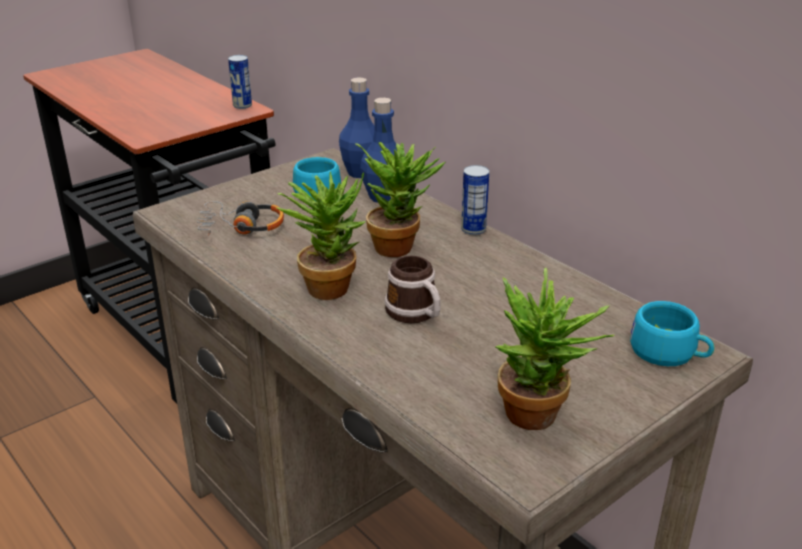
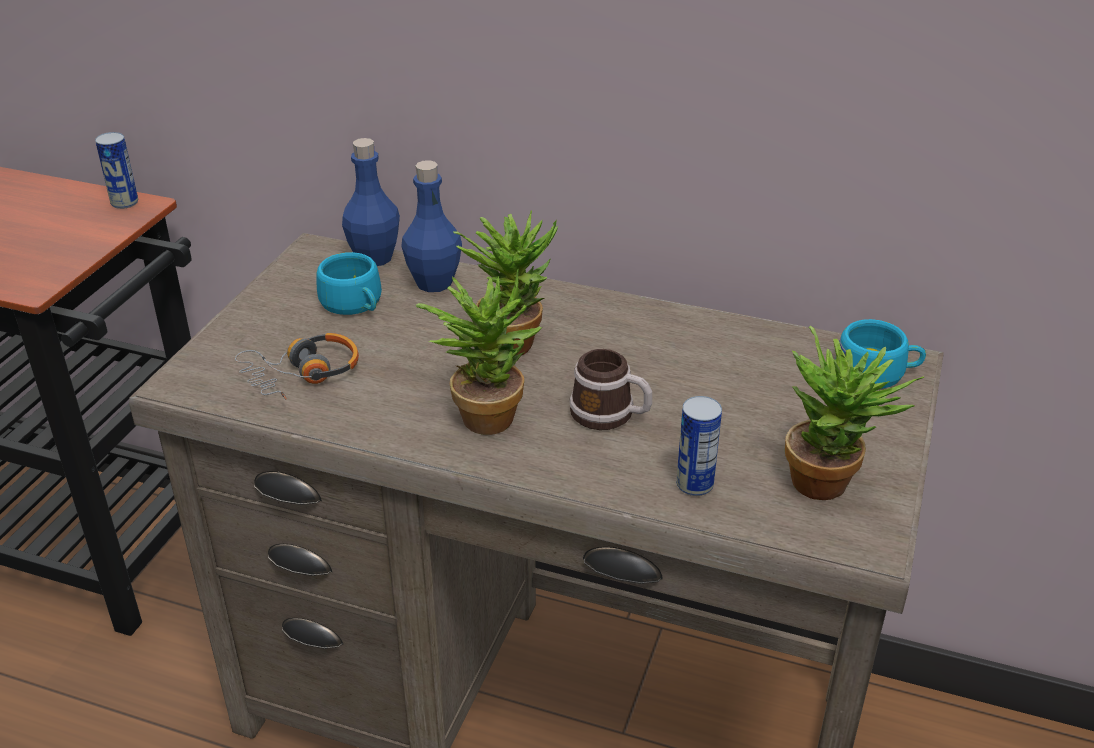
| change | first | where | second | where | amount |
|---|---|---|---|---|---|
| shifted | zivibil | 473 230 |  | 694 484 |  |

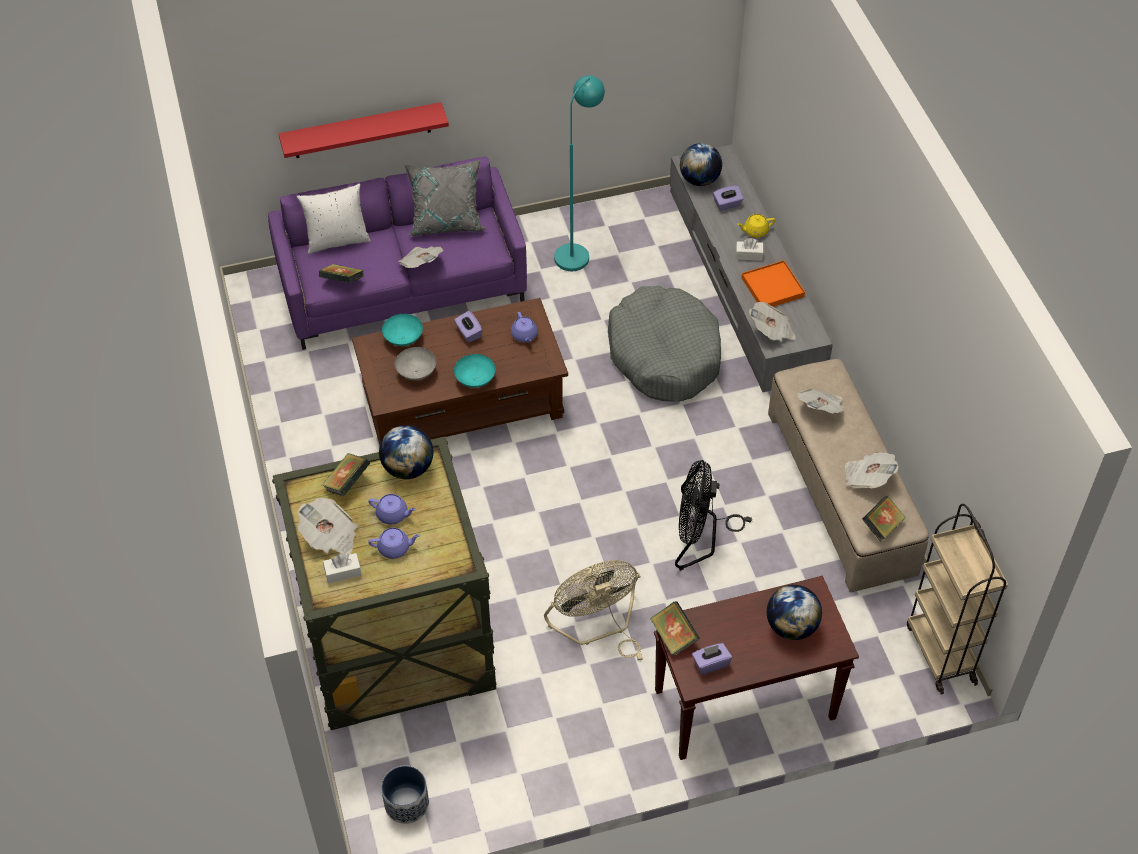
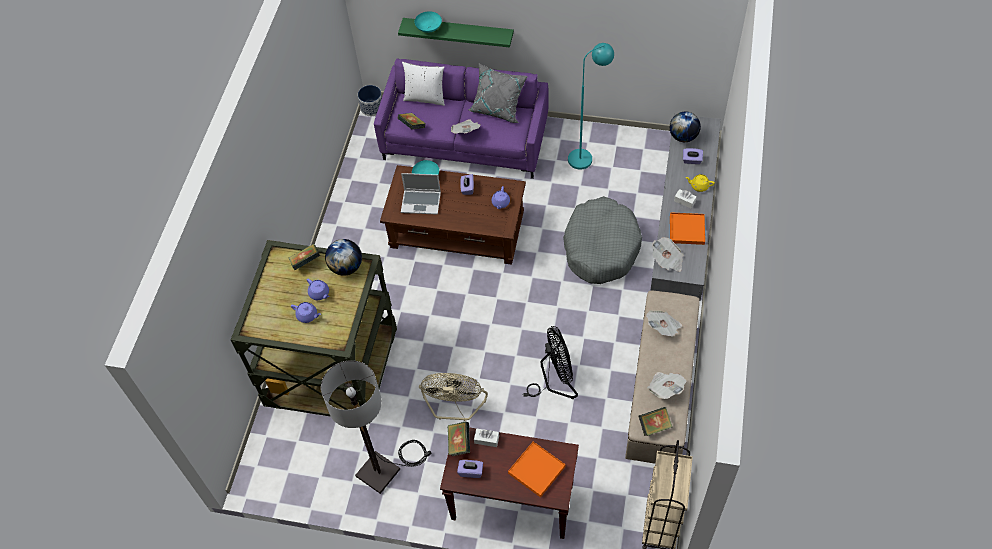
| change | first | where | second | where | amount |
|---|---|---|---|---|---|
| gone | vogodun | 330 537 |  |  |  |
| new |  |  | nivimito | 388 467 |  |
| shifted | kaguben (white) | 343 572 |  | 486 439 |  |
| shifted | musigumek | 407 803 |  | 372 108 |  |
| shifted | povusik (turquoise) | 475 379 |  | 429 28 |  |
| swapped | povusik (grey) | 417 372 | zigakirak | 421 202 |  |
| swapped | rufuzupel | 791 626 | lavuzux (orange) | 536 470 |  |
| repainted | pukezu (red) | 362 131 | pukezu (green) | 458 32 |  |
| rotated | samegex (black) | 701 532 |  | 553 376 | 135 degrees clockwise |

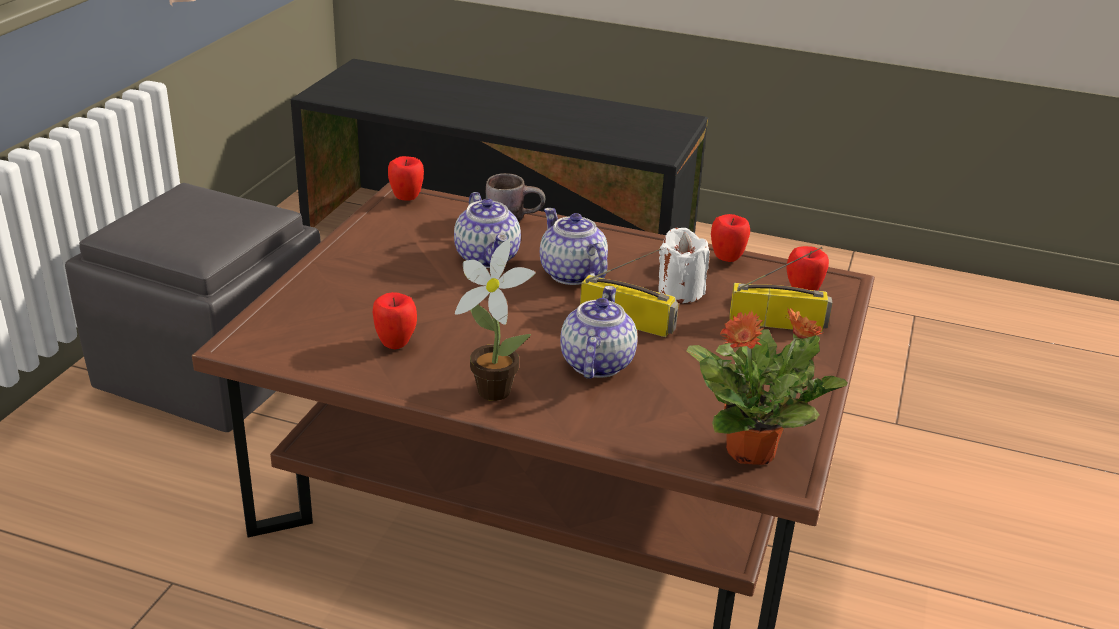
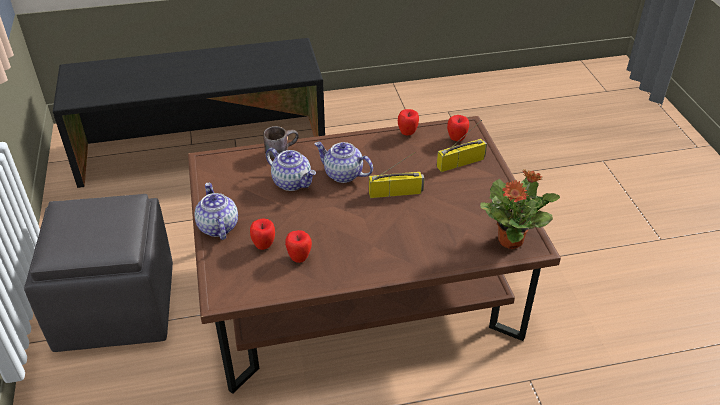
| change | first | where | second | where | amount |
|---|---|---|---|---|---|
| gone | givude | 491 388 |  |  |  |
| gone | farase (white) | 680 291 |  |  |  |
| shifted | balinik | 406 198 |  | 264 246 |  |
| shifted | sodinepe | 595 363 |  | 217 227 |  |

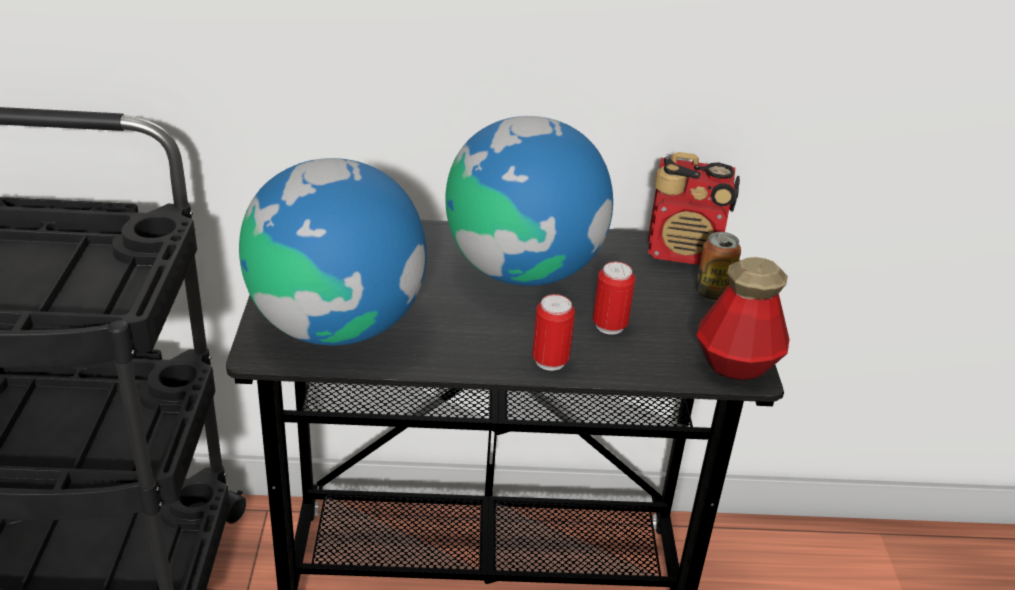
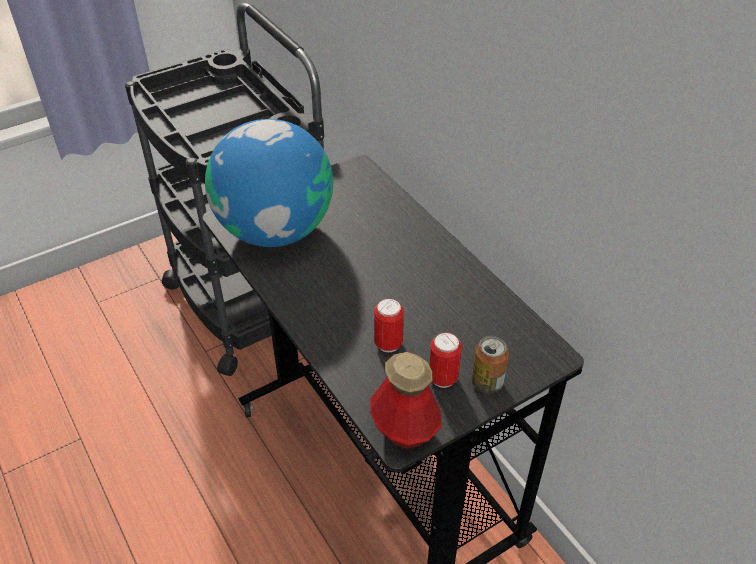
| change | first | where | second | where | amount |
|---|---|---|---|---|---|
| gone | rufuzupel | 523 270 |  |  |  |
| gone | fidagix | 684 252 |  |  |  |
| shifted | zivibil | 550 361 |  | 443 378 |  |

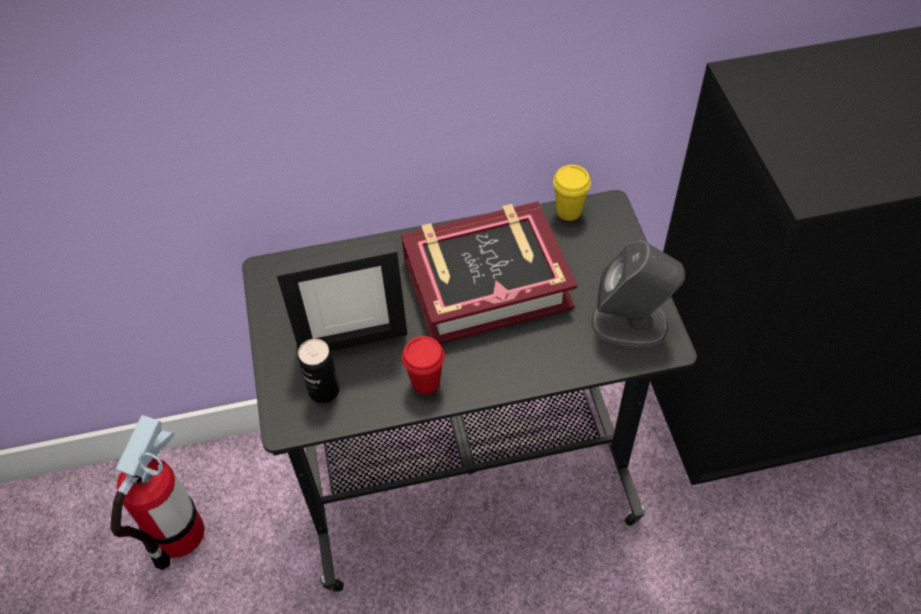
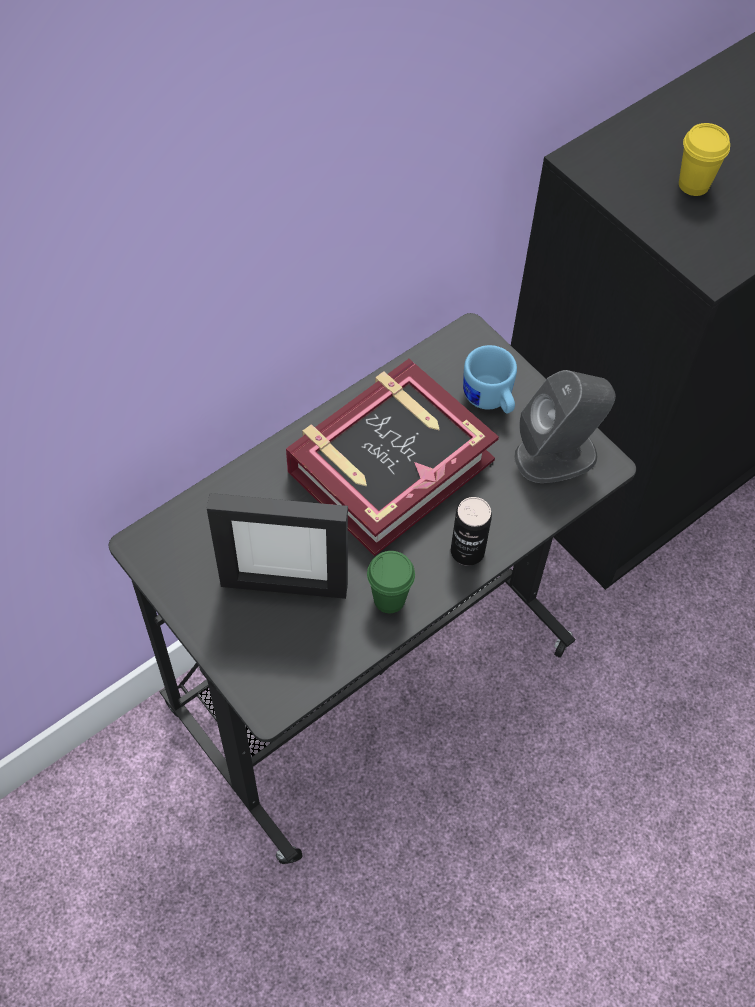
| change | first | where | second | where | amount |
|---|---|---|---|---|---|
| gone | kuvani | 178 534 |  |  |  |
| new |  |  | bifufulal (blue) | 490 400 |  |
| shifted | zivibil | 324 391 |  | 467 551 |  |
| shifted | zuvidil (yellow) | 568 211 |  | 693 185 |  |
| repainted | zuvidil (red) | 425 382 | zuvidil (green) | 389 599 |  |
| rotated | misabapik | 352 338 |  | 284 582 | 45 degrees clockwise |

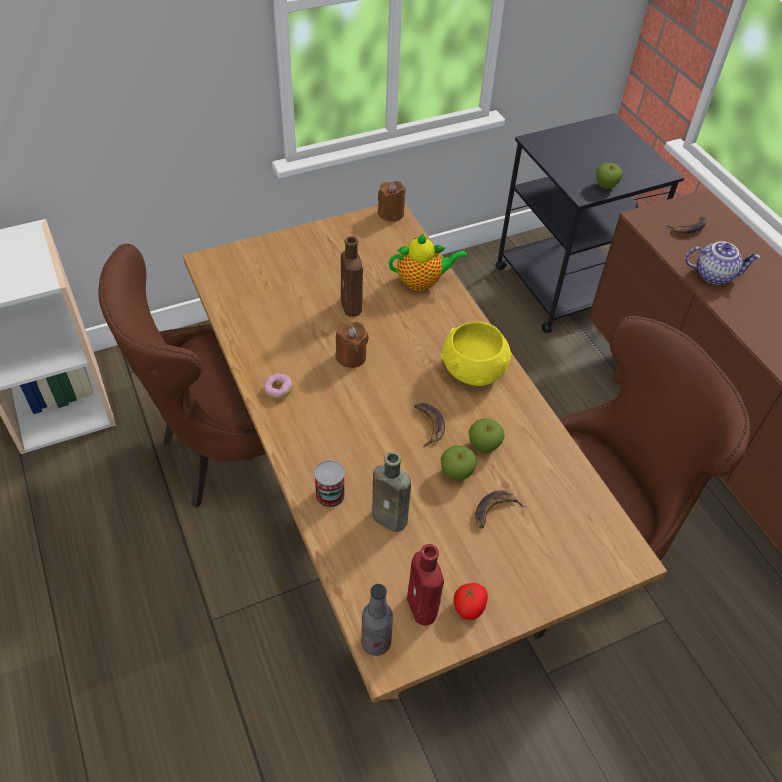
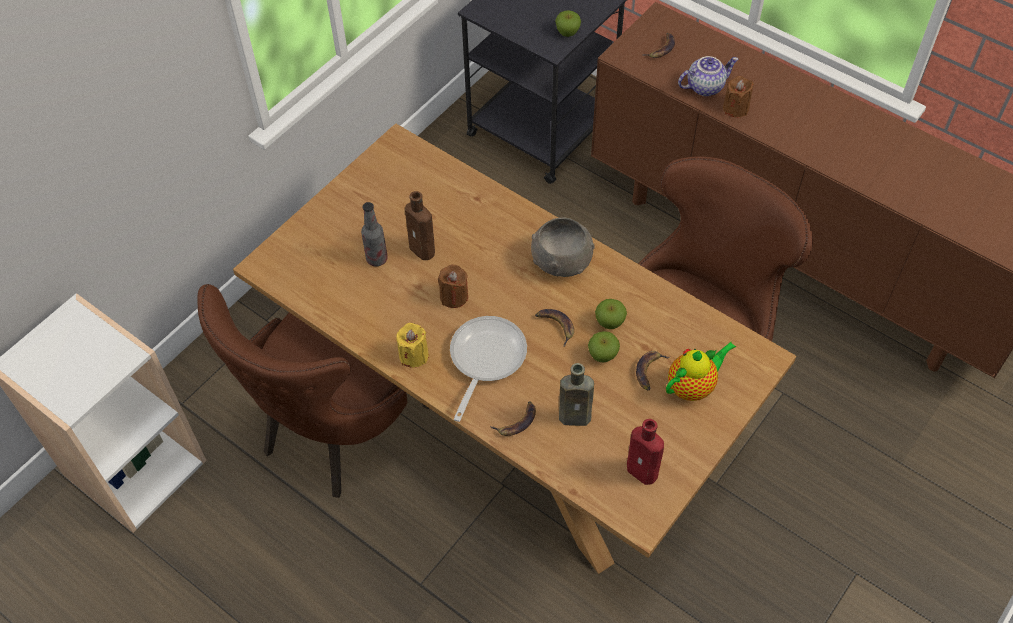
| change | first | where | second | where | amount |
|---|---|---|---|---|---|
| gone | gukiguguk | 469 607 |  |  |  |
| new |  |  | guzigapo | 485 359 |  |
| shifted | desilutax | 376 642 |  | 377 259 |  |
| shifted | farase (brown) | 391 213 |  | 735 108 |  |
| shifted | sodinepe | 422 282 |  | 693 386 |  |
| swapped | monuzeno | 278 390 | farase (yellow) | 413 355 |  |
| swapped | zivibil | 330 495 | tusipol | 517 422 |  |
| repainted | povusik (yellow) | 473 370 | povusik (grey) | 561 261 |  |

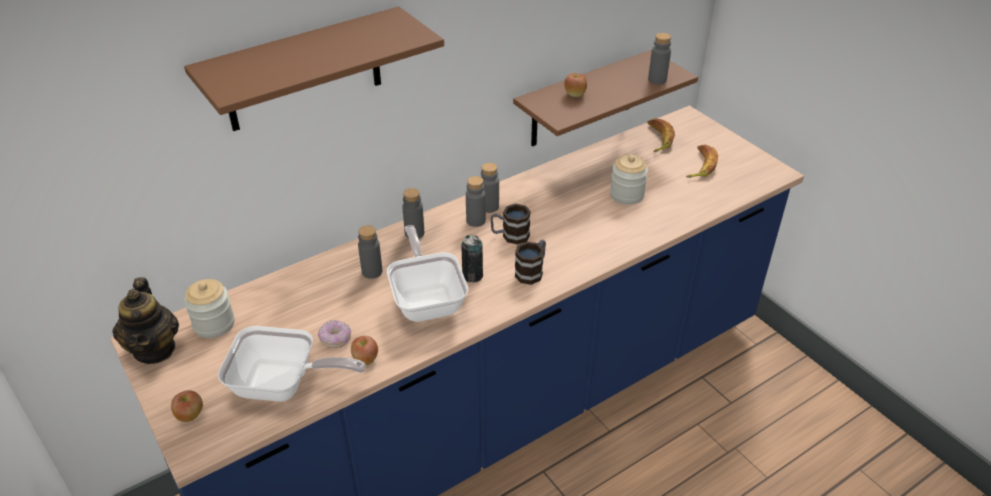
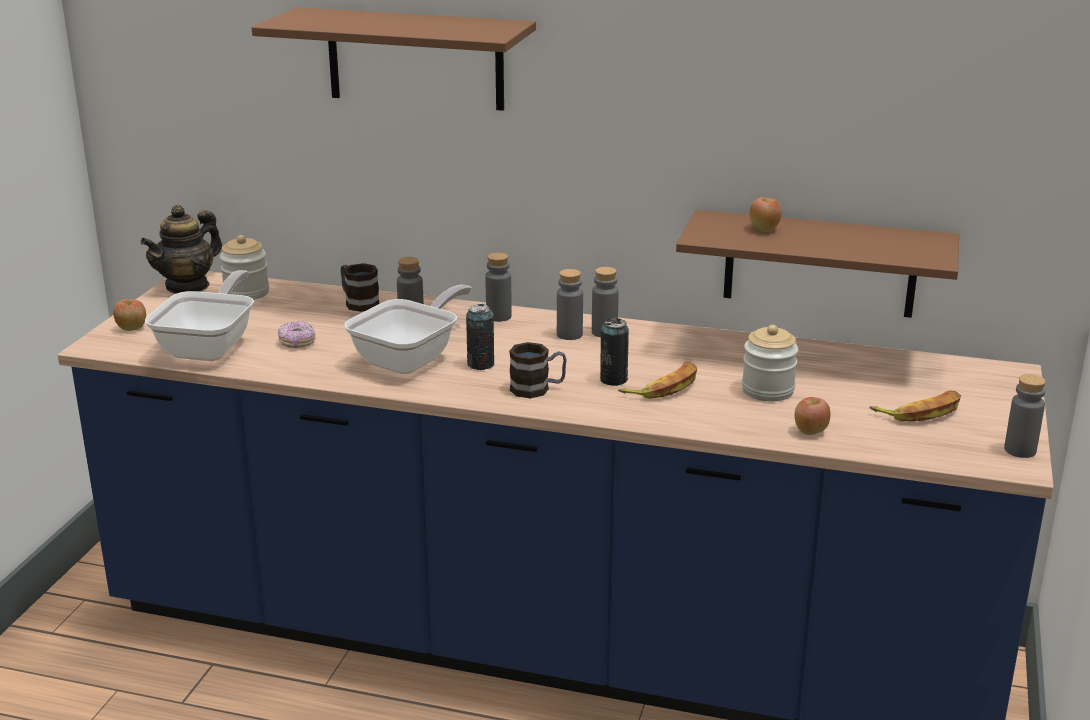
| change | first | where | second | where | amount |
|---|---|---|---|---|---|
| new |  |  | zivibil | 613 380 |  |
| shifted | balinik | 365 360 |  | 810 431 |  |
| shifted | bifufulal | 510 235 |  | 358 302 |  |
| shifted | tusipol | 657 139 |  | 663 387 |  |
| shifted | desilutax (grey) | 657 80 |  | 1020 450 |  |
| rotated | guzigapo | 283 385 |  | 211 346 | 135 degrees counterclockwise |

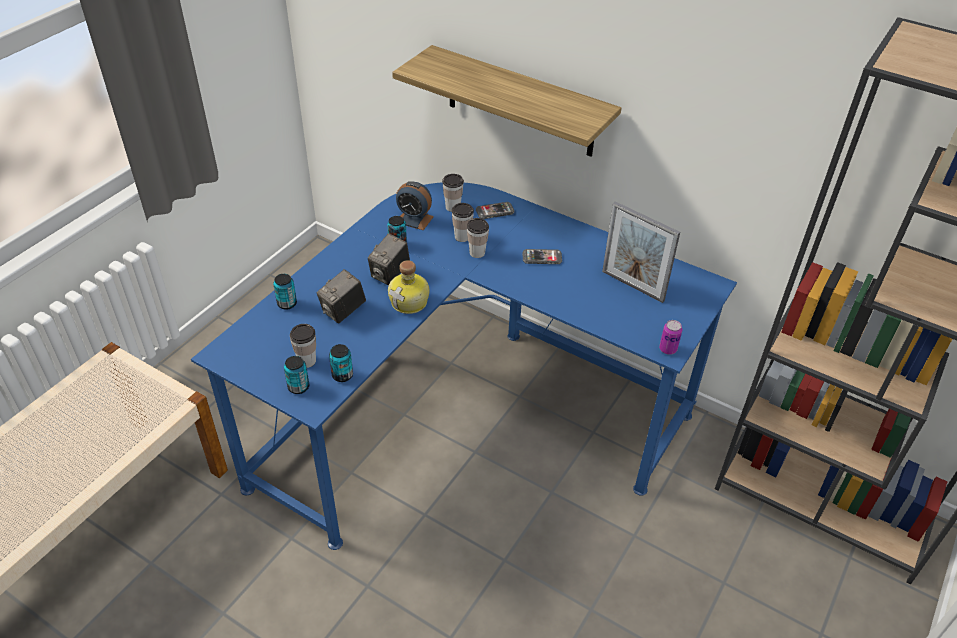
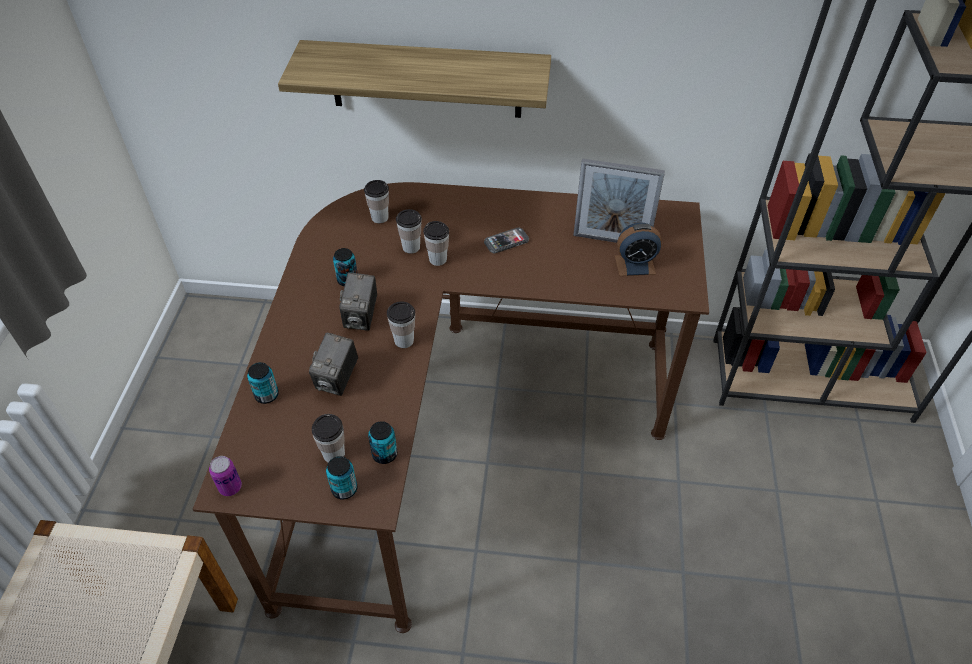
| change | first | where | second | where | amount |
|---|---|---|---|---|---|
| gone | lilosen | 495 211 |  |  |  |
| shifted | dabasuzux | 414 219 |  | 635 265 |  |
| shifted | zivibil | 668 349 |  | 230 487 |  |
| swapped | desilutax | 410 302 | zuvidil | 404 340 |  |
| repainted | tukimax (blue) | 464 412 | tukimax (brown) | 453 425 |  |

